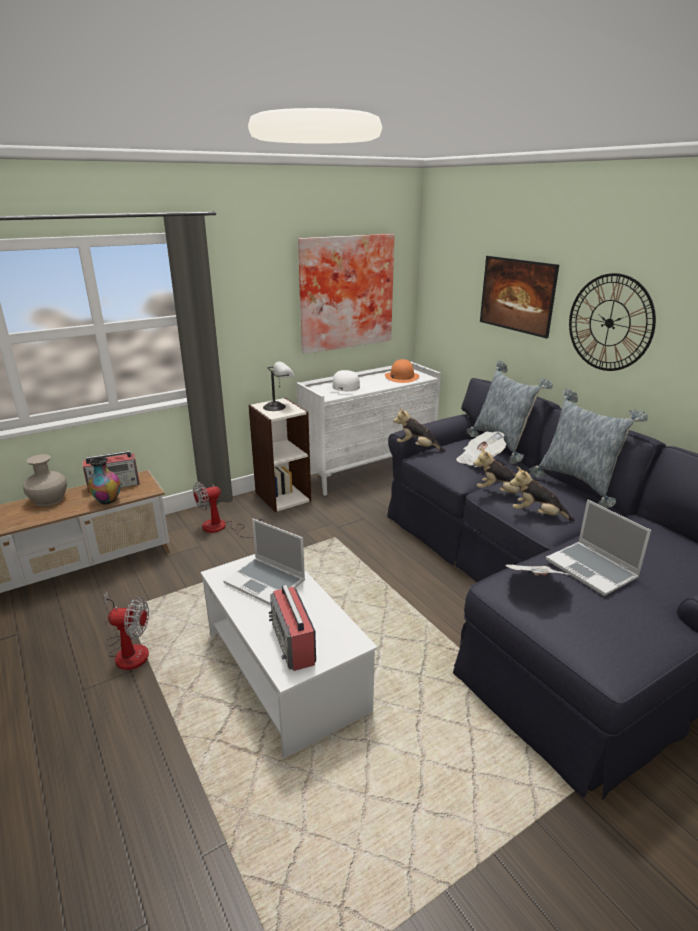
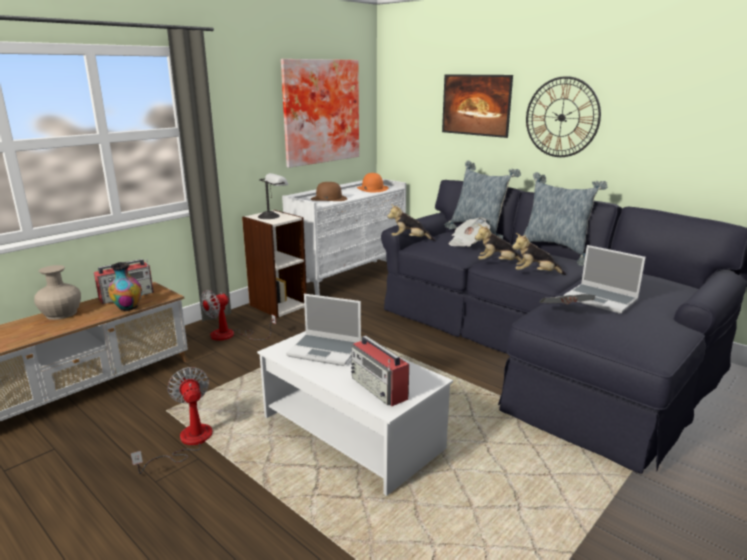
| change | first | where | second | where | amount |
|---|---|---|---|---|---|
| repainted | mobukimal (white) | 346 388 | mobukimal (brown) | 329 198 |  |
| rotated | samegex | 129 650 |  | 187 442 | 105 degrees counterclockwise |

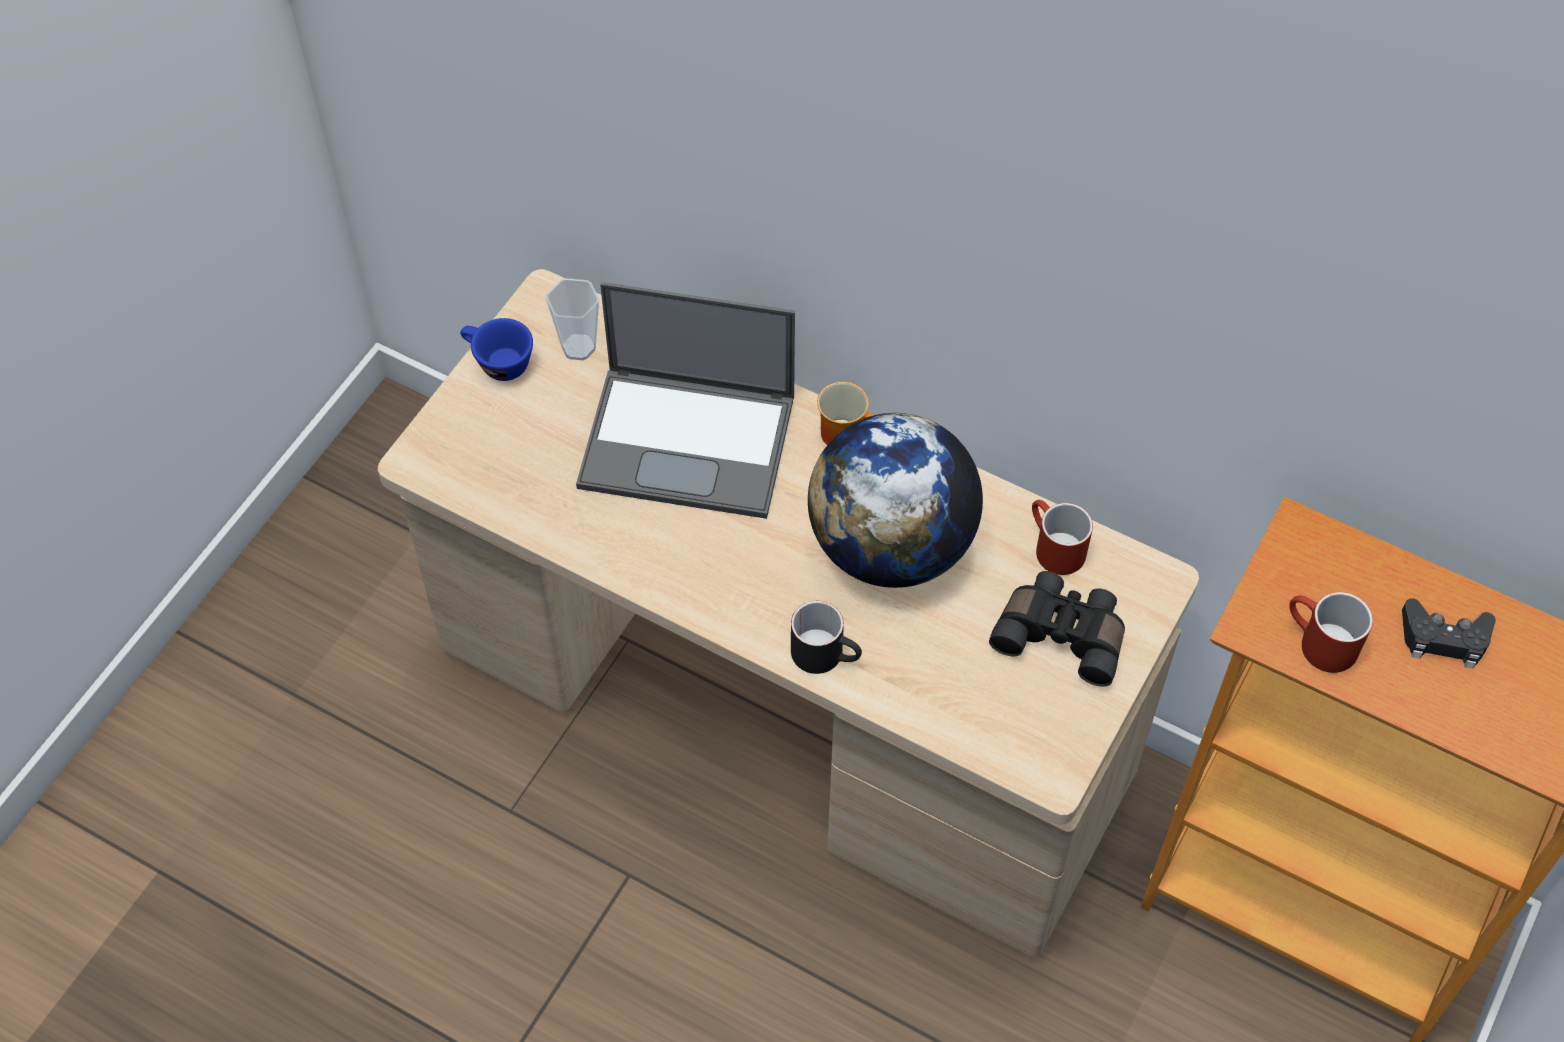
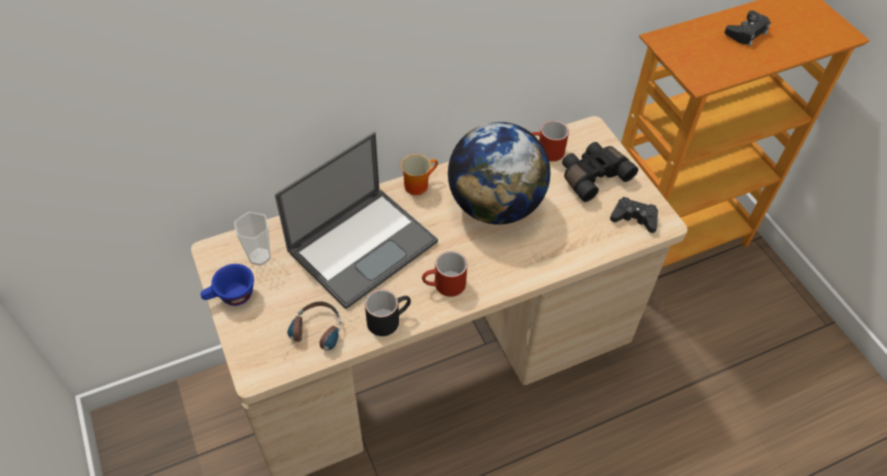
| change | first | where | second | where | amount |
|---|---|---|---|---|---|
| new |  |  | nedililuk | 314 338 |  |
| new |  |  | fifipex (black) | 634 218 |  |
| shifted | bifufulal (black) | 827 654 |  | 388 319 |  |
| shifted | bifufulal (red) | 1318 643 |  | 444 286 |  |

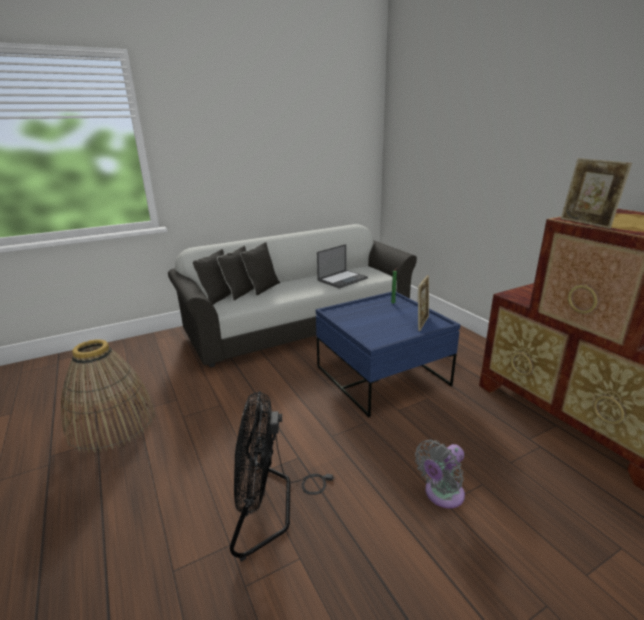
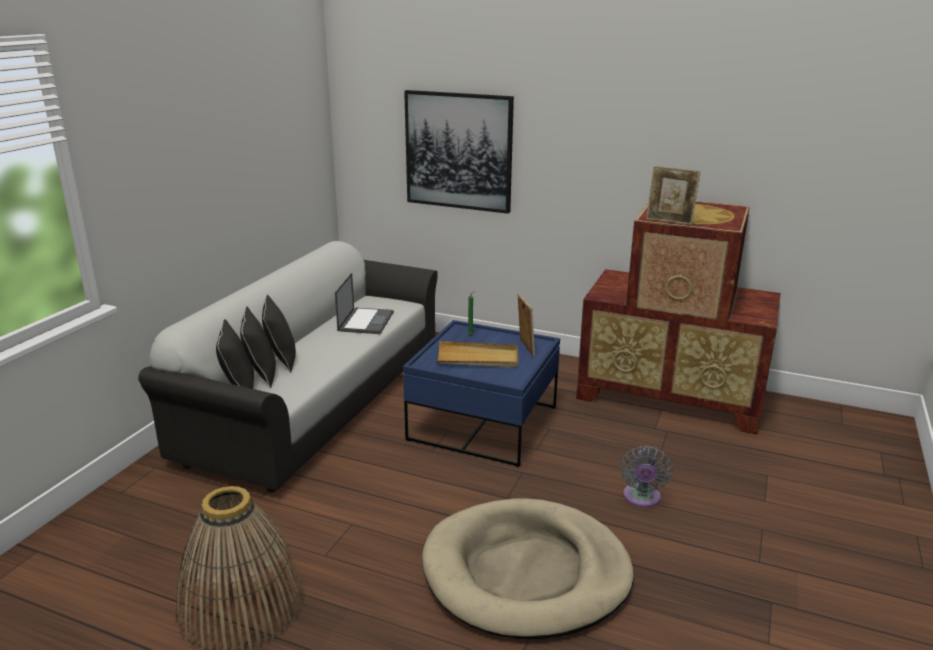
| change | first | where | second | where | amount |
|---|---|---|---|---|---|
| new |  |  | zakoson | 458 151 |  |
| new |  |  | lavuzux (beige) | 478 358 |  |
| swapped | samegex (black) | 272 501 | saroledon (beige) | 526 573 |  |

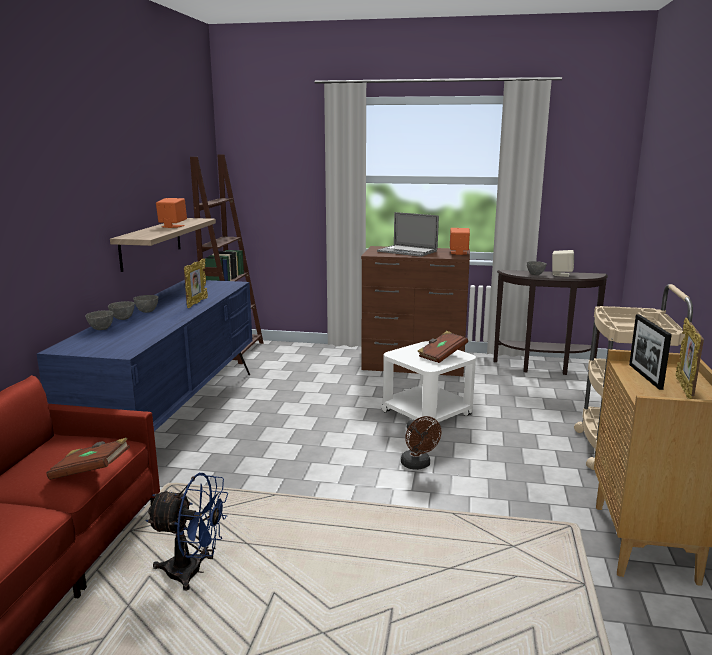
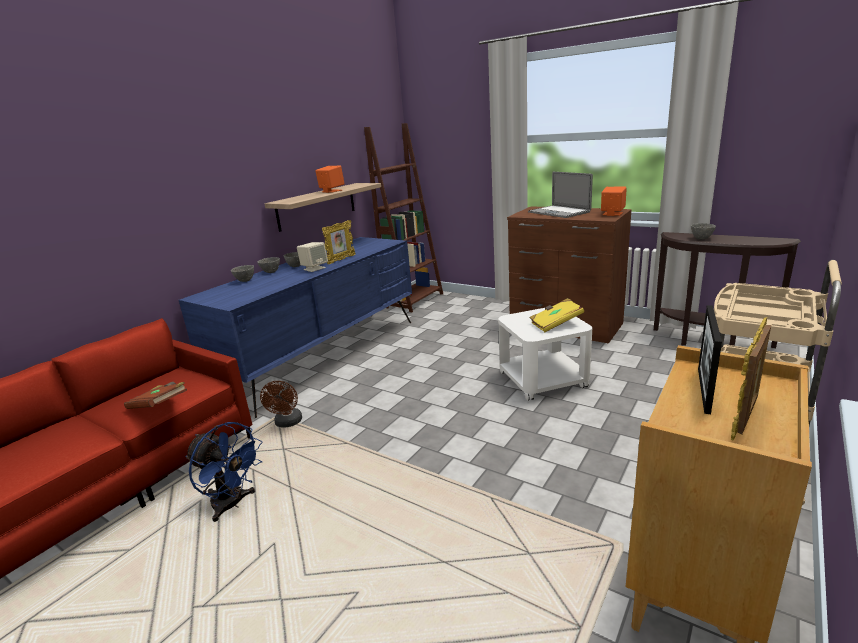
| change | first | where | second | where | amount |
|---|---|---|---|---|---|
| shifted | samegex (brown) | 418 465 |  | 287 423 |  |
| shifted | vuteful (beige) | 561 274 |  | 314 268 |  |
| repainted | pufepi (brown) | 441 355 | pufepi (yellow) | 555 324 |  |

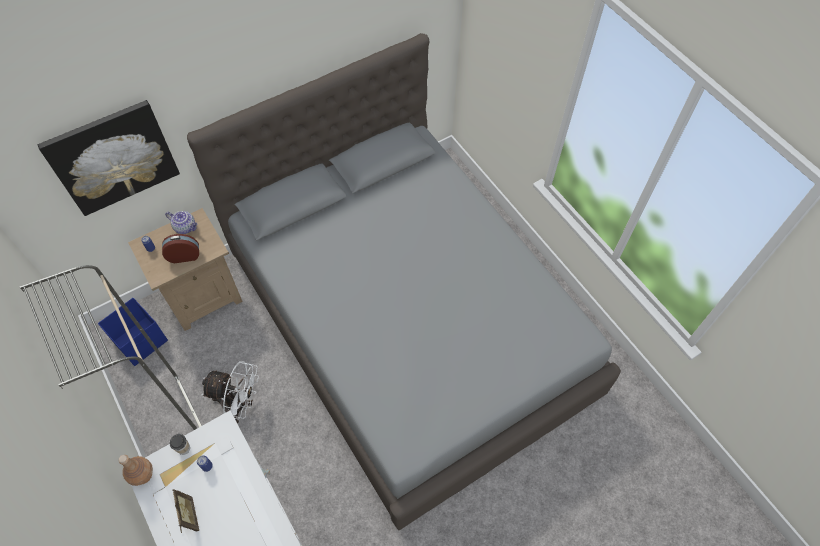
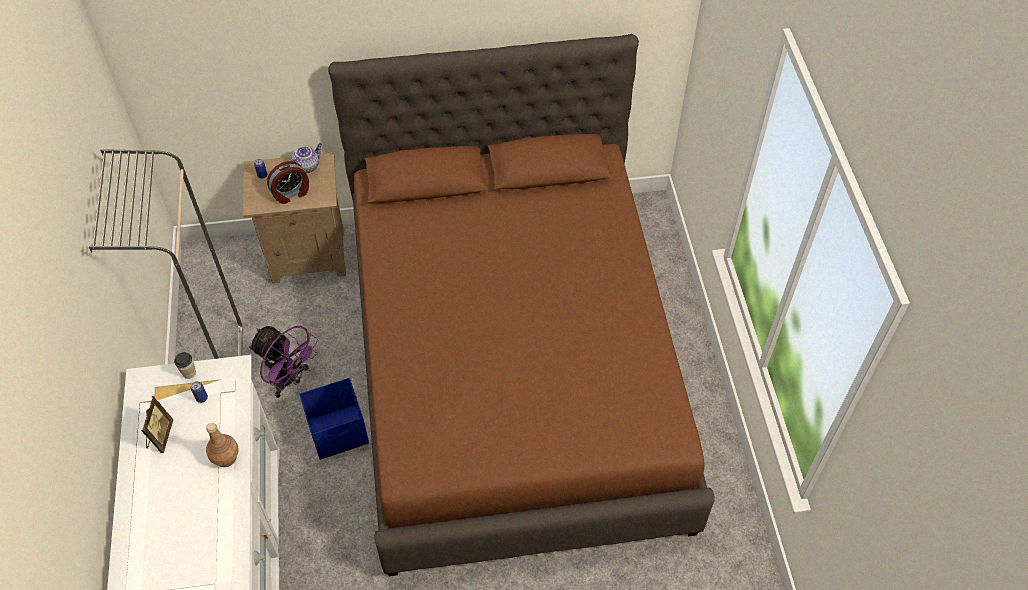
| change | first | where | second | where | amount |
|---|---|---|---|---|---|
| gone | zakoson | 113 157 |  |  |  |
| shifted | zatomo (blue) | 141 341 |  | 339 432 |  |
| shifted | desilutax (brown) | 142 474 |  | 225 457 |  |
| repainted | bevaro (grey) | 408 323 | bevaro (brown) | 514 366 |  |
| repainted | samegex (white) | 240 405 | samegex (purple) | 290 380 |  |
| rotated | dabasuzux | 184 255 |  | 291 194 | 135 degrees clockwise |
| rotated | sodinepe | 186 227 |  | 307 166 | 90 degrees counterclockwise |

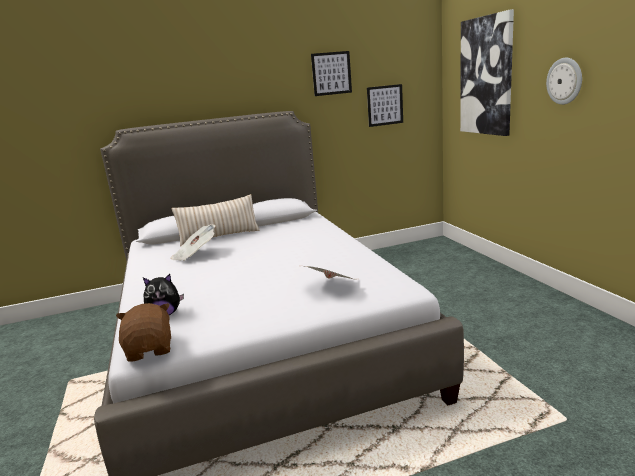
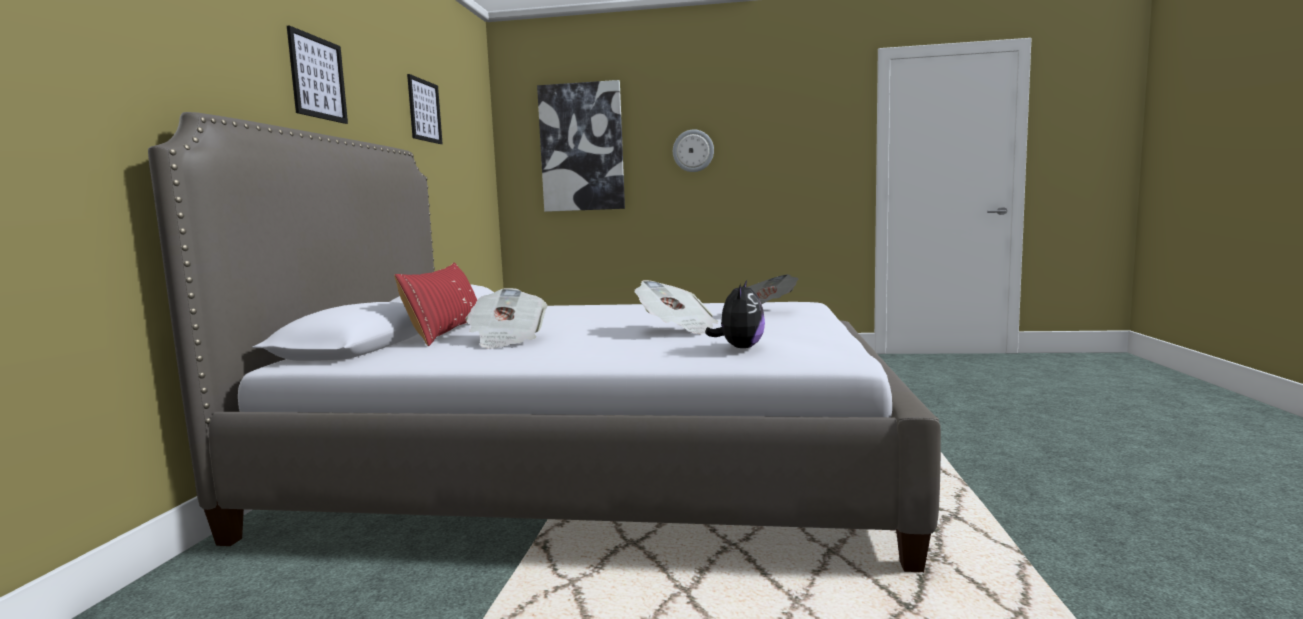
| change | first | where | second | where | amount |
|---|---|---|---|---|---|
| gone | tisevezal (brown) | 150 349 |  |  |  |
| new |  |  | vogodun | 677 329 |  |
| shifted | zakoson | 385 105 |  | 317 78 |  |
| repainted | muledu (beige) | 219 237 | muledu (red) | 446 332 |  |

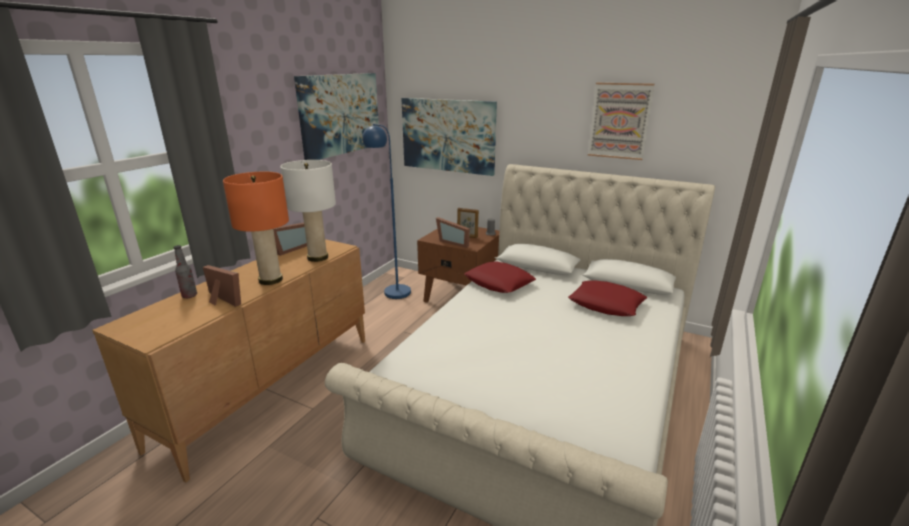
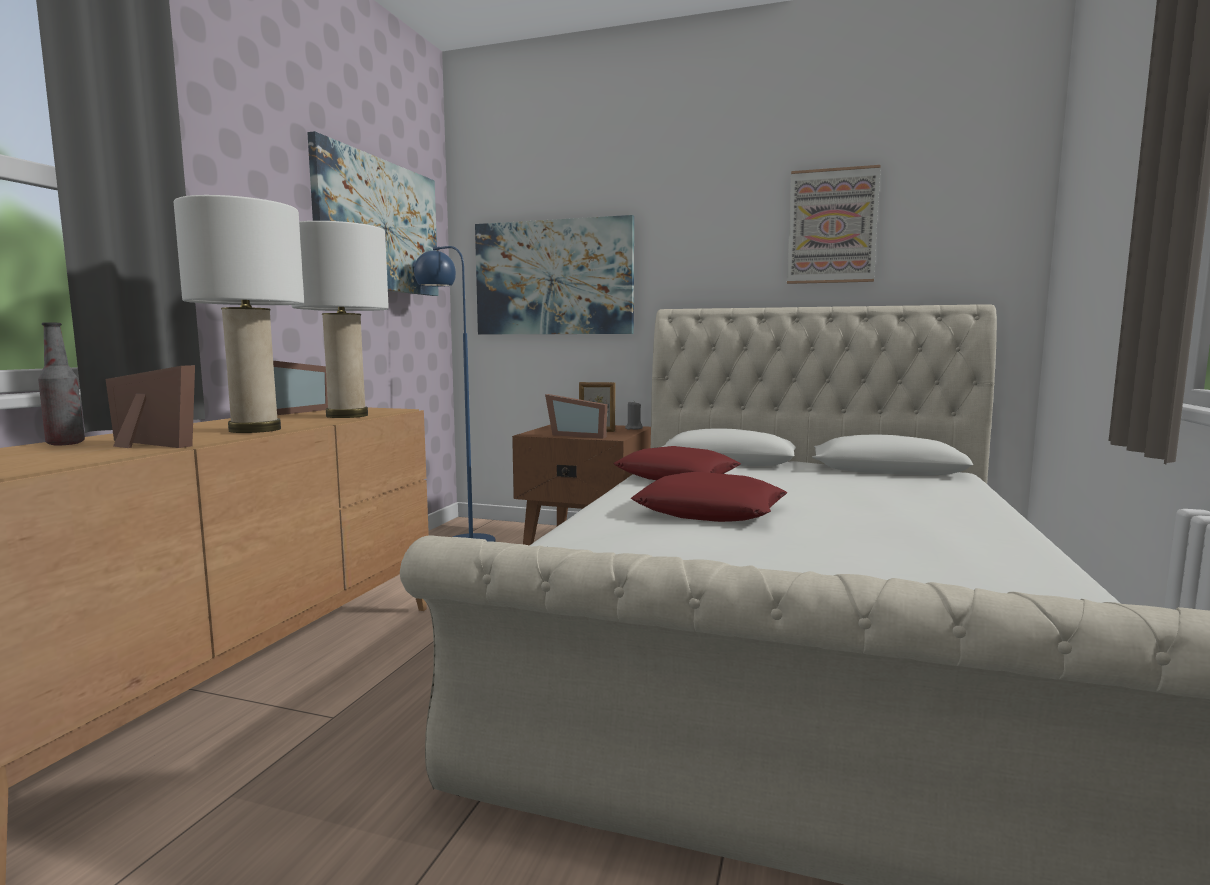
| change | first | where | second | where | amount |
|---|---|---|---|---|---|
| shifted | muledu (red) | 606 304 |  | 710 511 |  |
| repainted | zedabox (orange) | 271 280 | zedabox (white) | 255 430 |  |

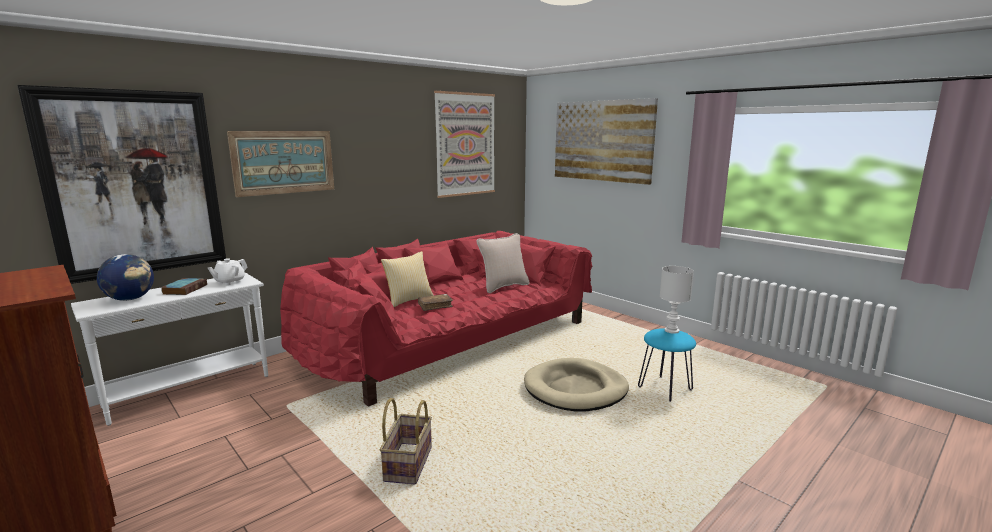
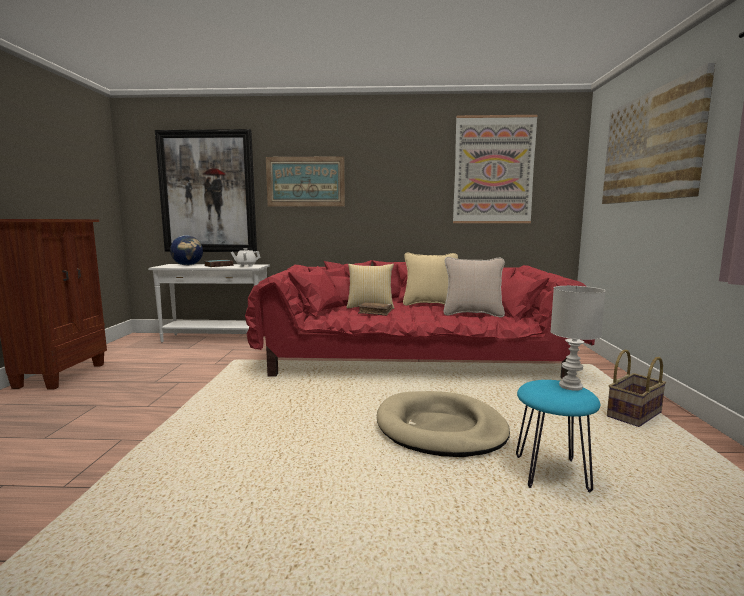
| change | first | where | second | where | amount |
|---|---|---|---|---|---|
| new |  |  | muledu (beige) | 429 304 |  |
| shifted | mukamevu | 407 463 |  | 633 414 |  |

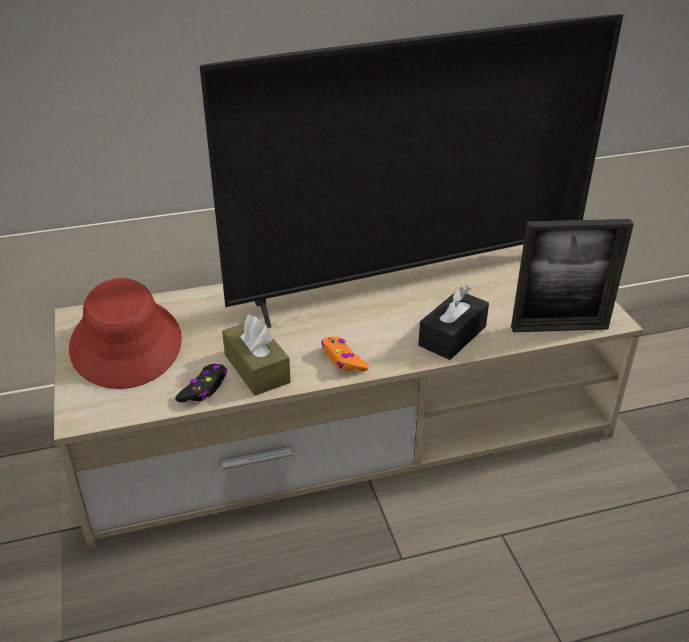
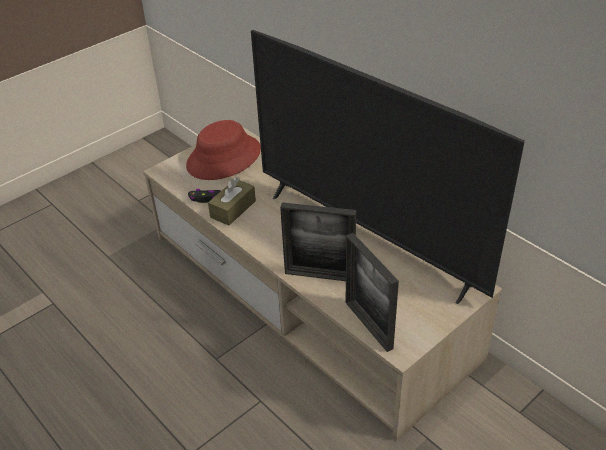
| change | first | where | second | where | amount |
|---|---|---|---|---|---|
| gone | fifipex (orange) | 343 360 |  |  |  |
| swapped | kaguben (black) | 452 336 | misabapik | 319 275 |  |

